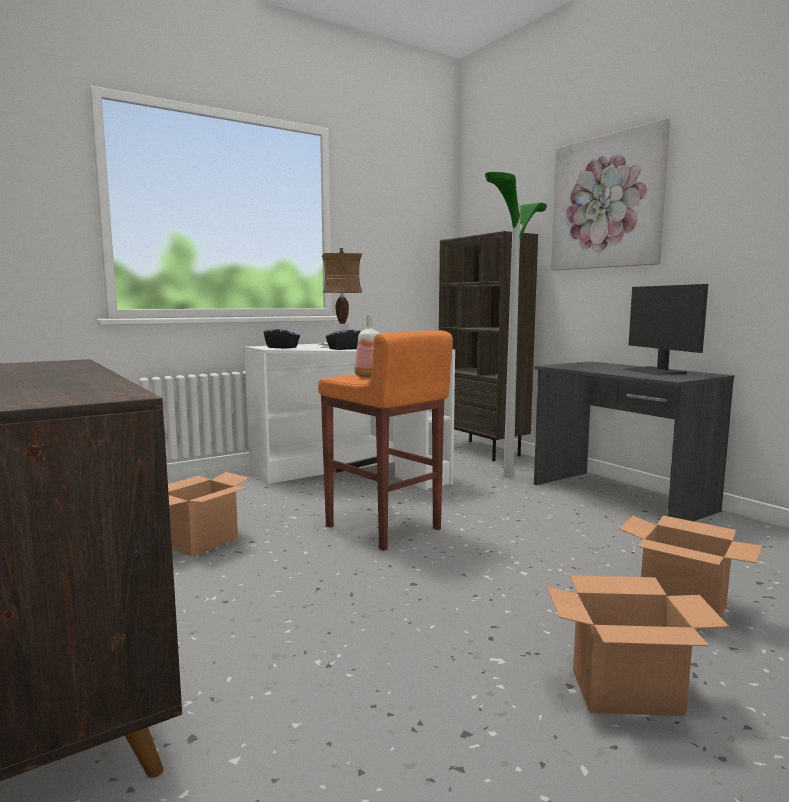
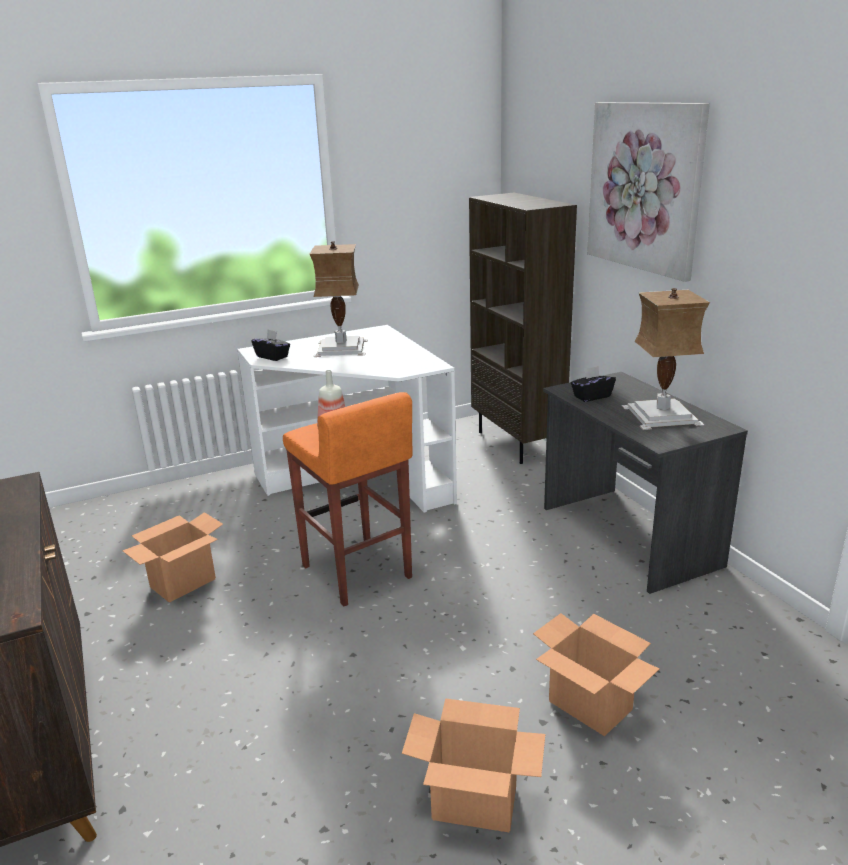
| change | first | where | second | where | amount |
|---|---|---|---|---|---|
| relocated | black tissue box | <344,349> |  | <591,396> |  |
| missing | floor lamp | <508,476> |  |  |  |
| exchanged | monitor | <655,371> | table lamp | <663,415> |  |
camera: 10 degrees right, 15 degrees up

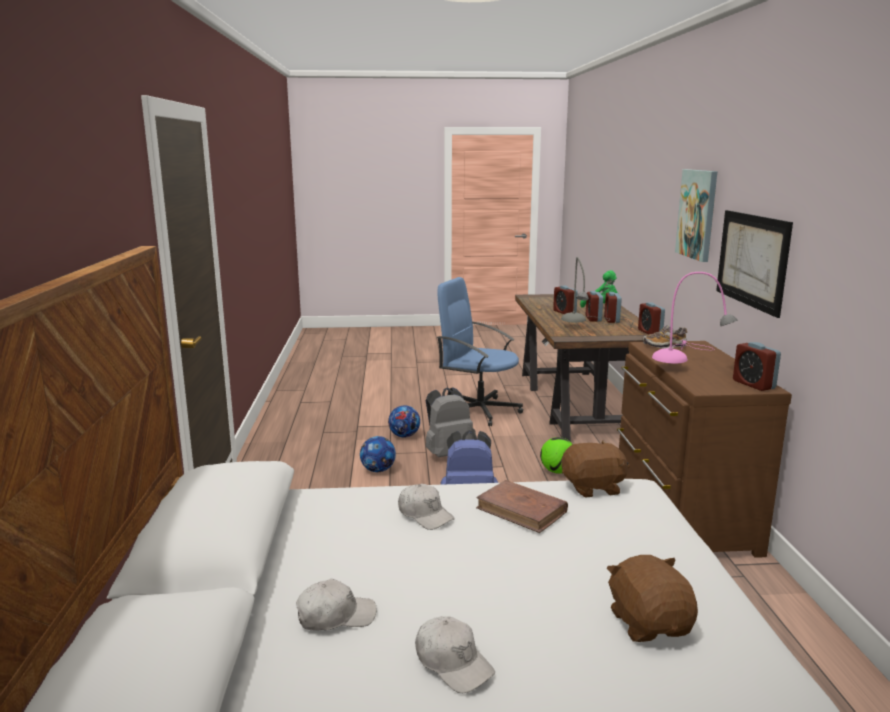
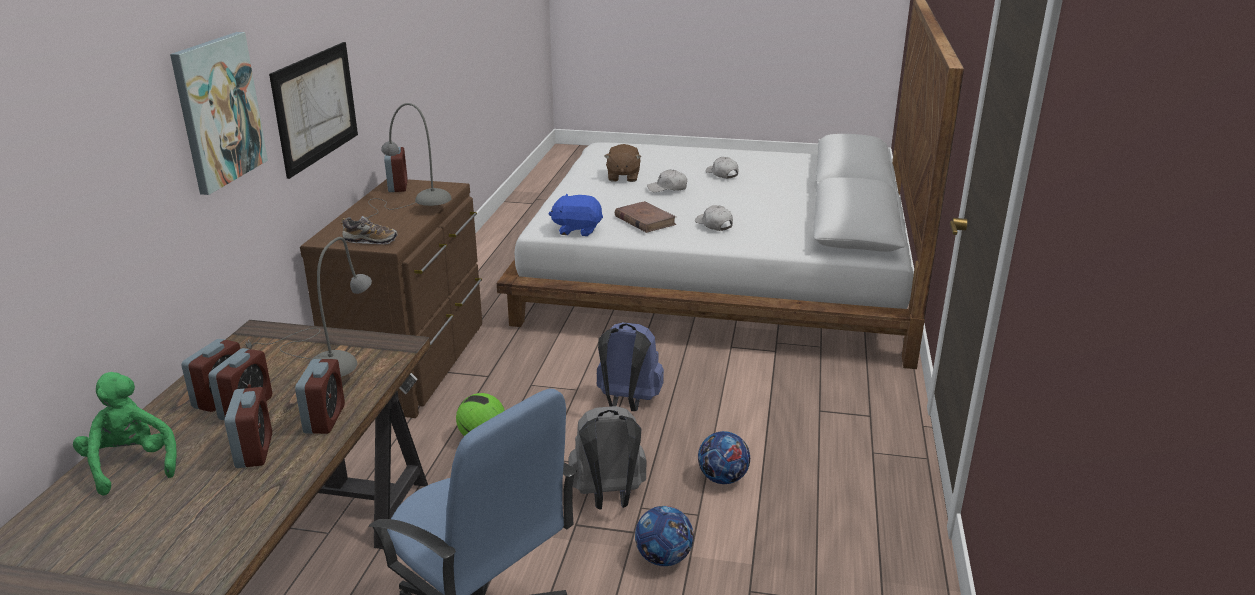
| change | first | where | second | where | amount |
|---|---|---|---|---|---|
| relocated | white cap | <335,616> |  | <667,188> |  |
| colour | brown plush toy | <593,488> | blue plush toy | <577,230> |  |
| relocated | alarm clock | <650,332> |  | <324,419> |  |
| colour | pink table lamp | <683,366> | grey table lamp | <412,211> |  |
camera: 165 degrees left, 10 degrees up

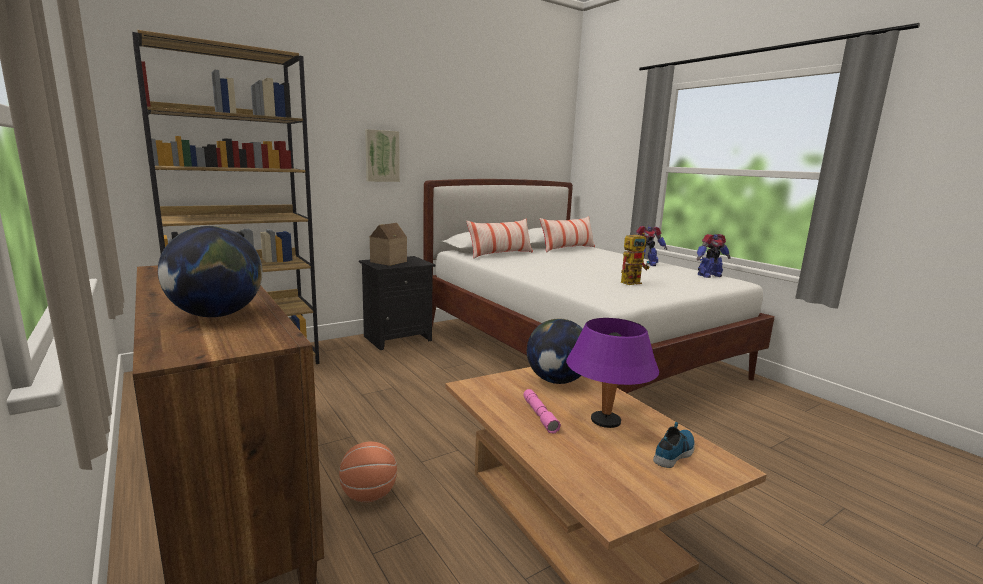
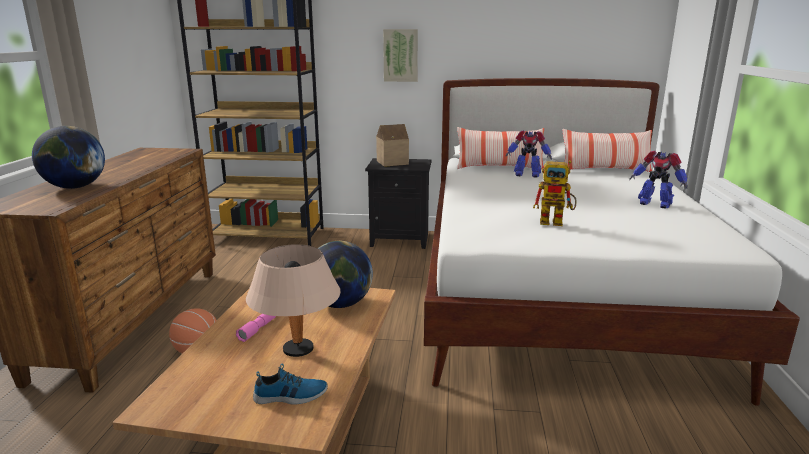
| change | first | where | second | where | amount |
|---|---|---|---|---|---|
| colour | purple table lamp | <606,421> | beige table lamp | <298,350> |  |
| relocated | toy robot | <708,275> |  | <526,175> |  |
camera: 40 degrees right, 5 degrees up

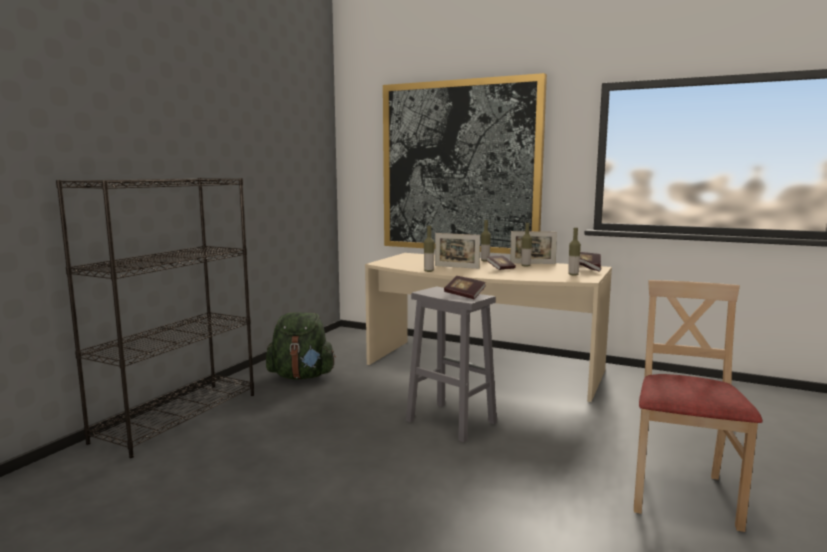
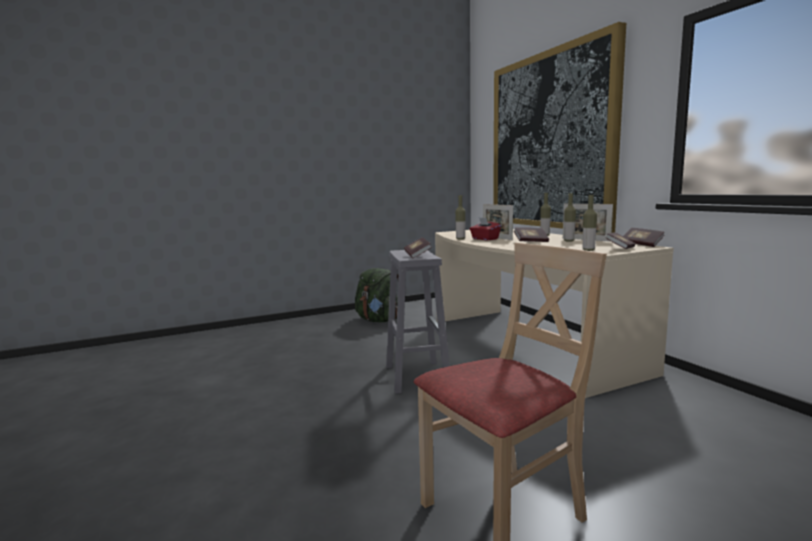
| change | first | where | second | where | amount |
|---|---|---|---|---|---|
| missing | black bookcase | <178,416> |  |  |  |
| appeared |  |  | red tissue box | <484,239> |  |
camera: 40 degrees right, 0 degrees up

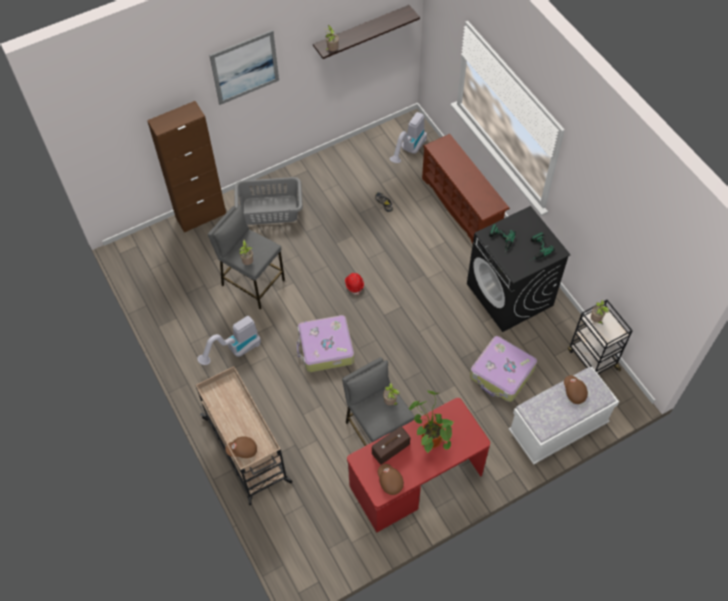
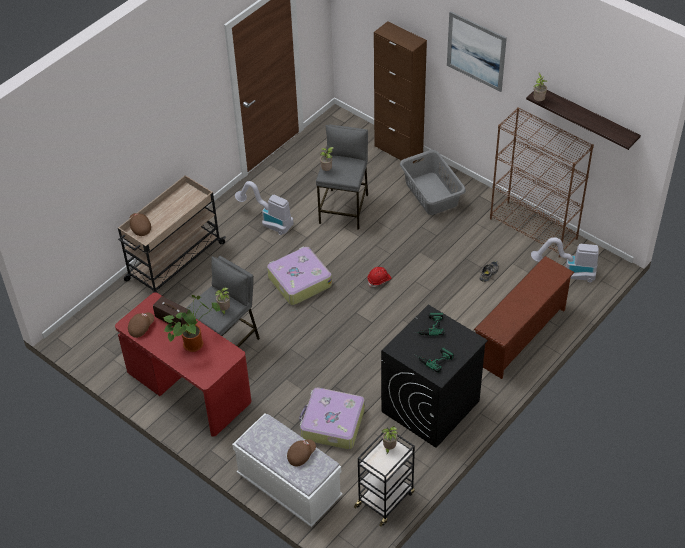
| change | first | where | second | where | amount |
|---|---|---|---|---|---|
| appeared |  |  | brown bookcase | <534,229> |  |
camera: 70 degrees right, 10 degrees down

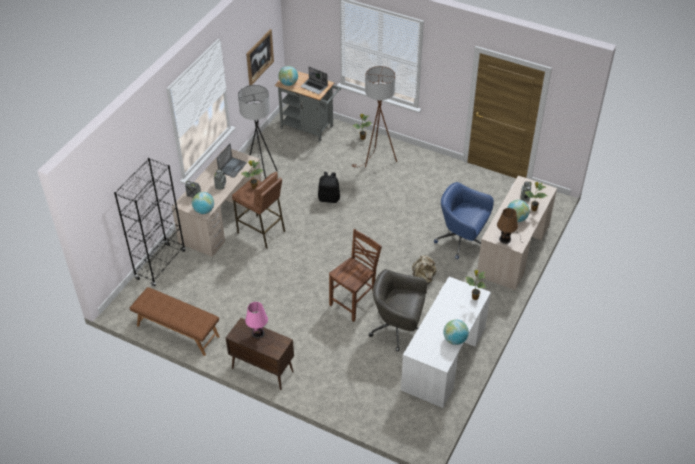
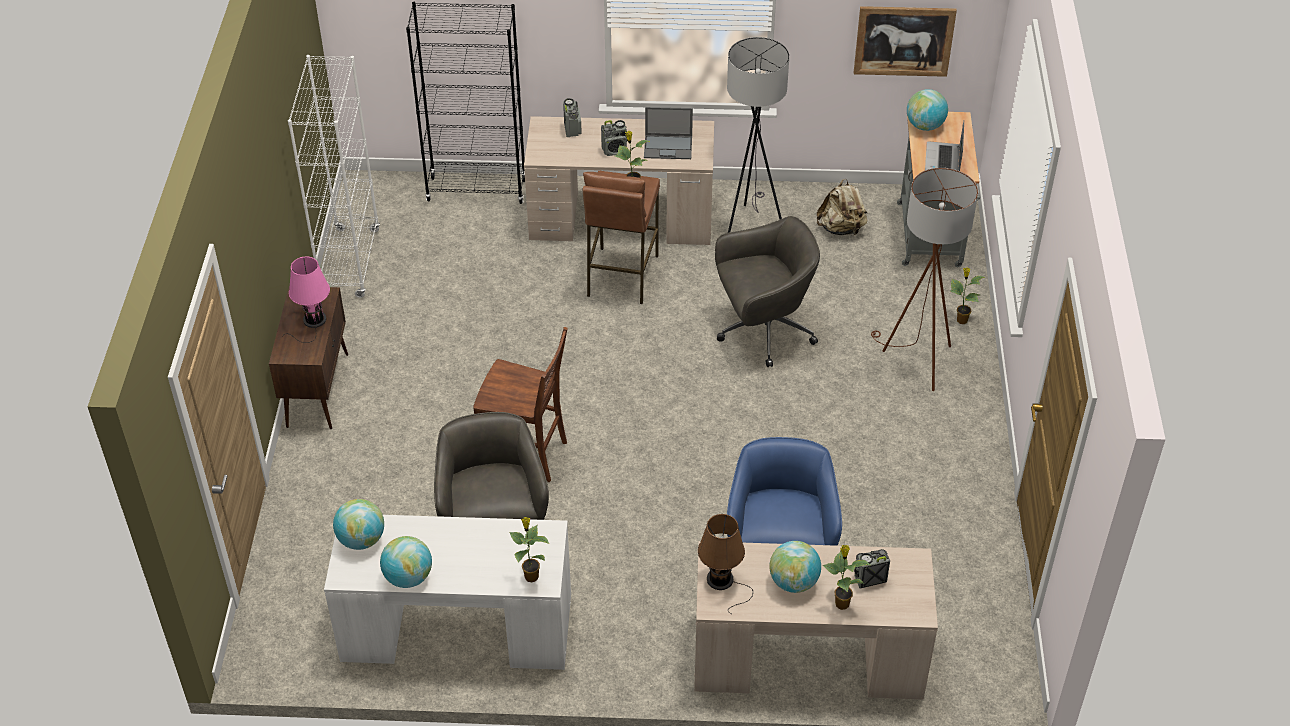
| change | first | where | second | where | amount |
|---|---|---|---|---|---|
| exchanged | brown bench | <177,331> | white bookcase | <350,263> |  |
| relocated | globe | <204,210> |  | <361,540> |  |
| exchanged | black backpack | <329,198> | grey office chair | <763,331> |  |
| relocated | beige backpack | <423,279> |  | <841,228> |  |
camera: 65 degrees right, 0 degrees up

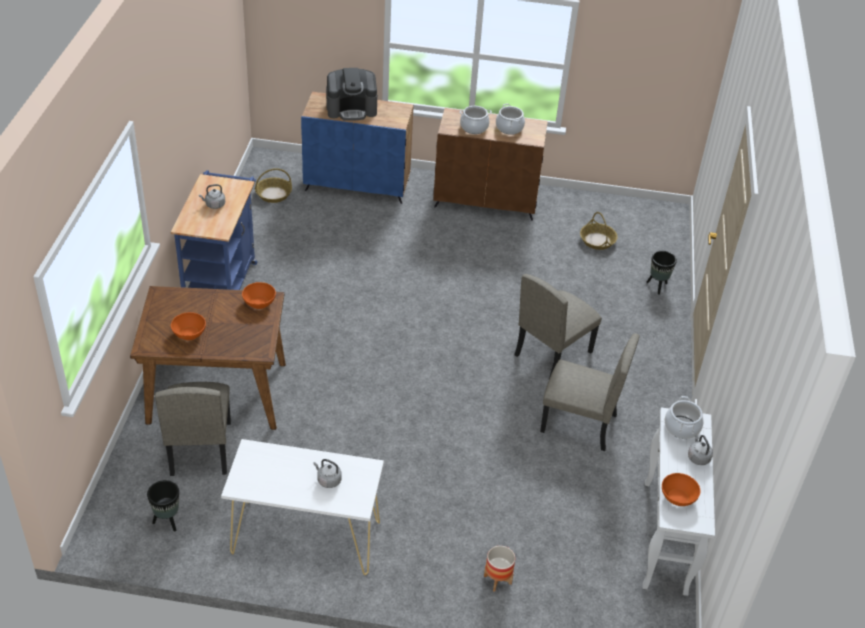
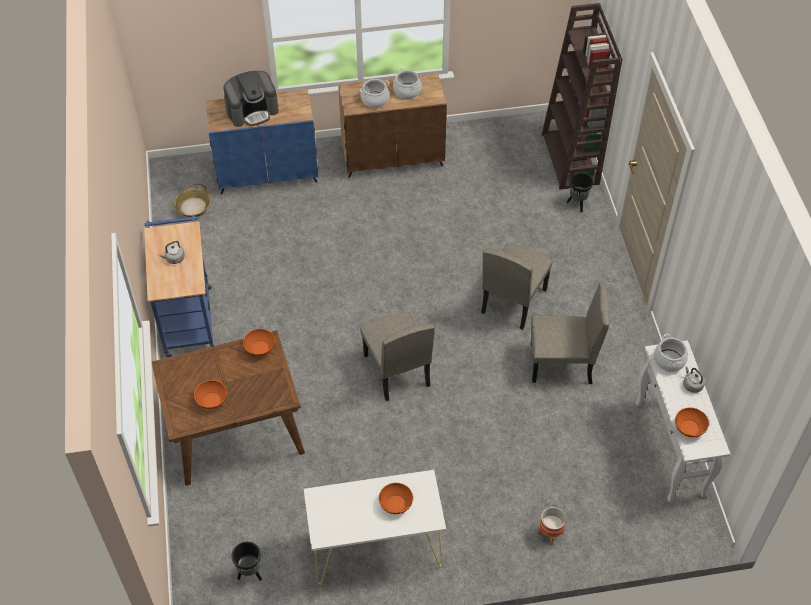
| change | first | where | second | where | amount |
|---|---|---|---|---|---|
| relocated | beige chair | <200,448> |  | <396,370> |  |
| exchanged | grey kettle | <328,480> | orange bowl | <395,504> |  |
| missing | basket | <597,240> |  |  |  |
| appeared |  |  | brown bookcase | <571,159> |  |
camera: 15 degrees left, 10 degrees up

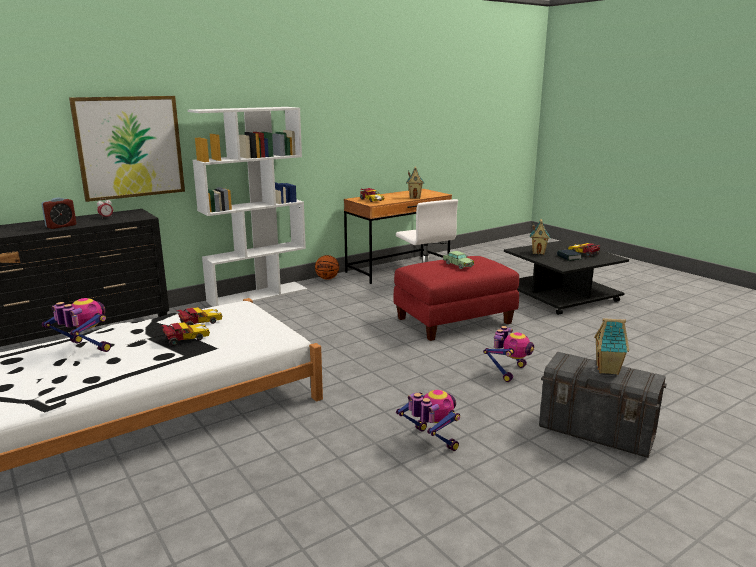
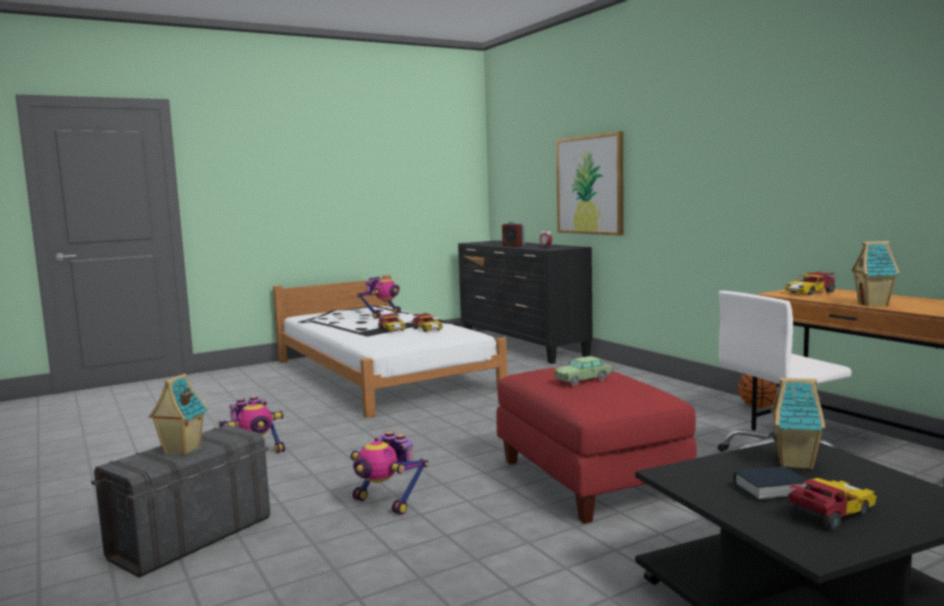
| change | first | where | second | where | amount |
|---|---|---|---|---|---|
| missing | white bookcase | <258,295> |  |  |  |
camera: 95 degrees right, 10 degrees down

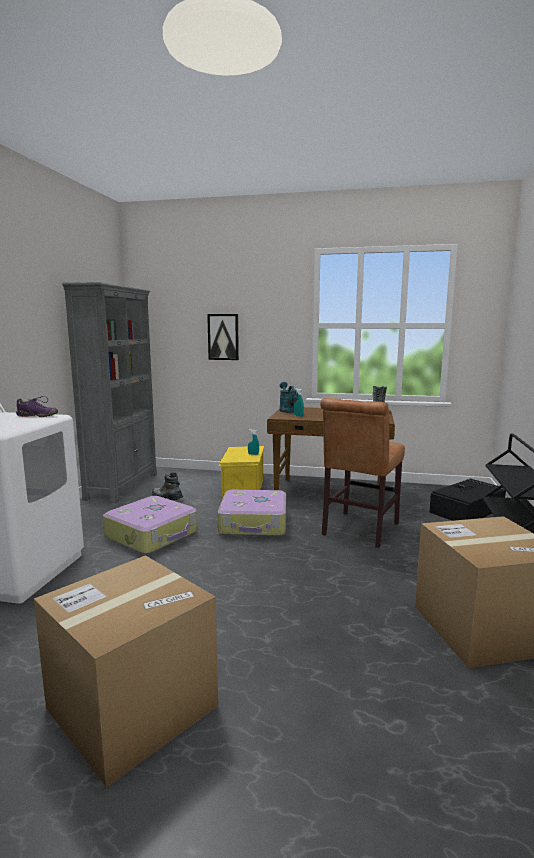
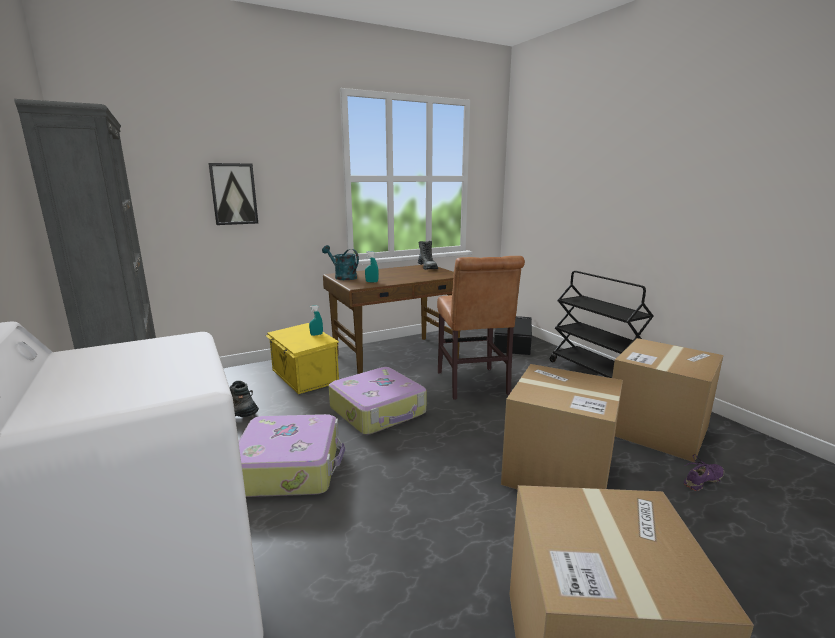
| change | first | where | second | where | amount |
|---|---|---|---|---|---|
| relocated | purple shoe | <37,416> |  | <703,481> |  |
| appeared |  |  | cardboard box | <558,471> |  |
camera: 40 degrees left, 5 degrees up

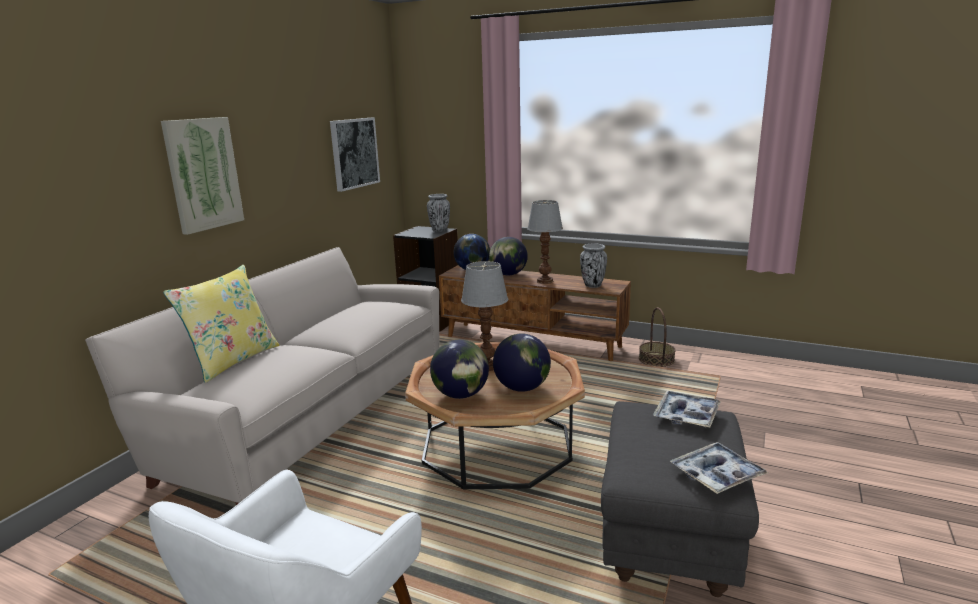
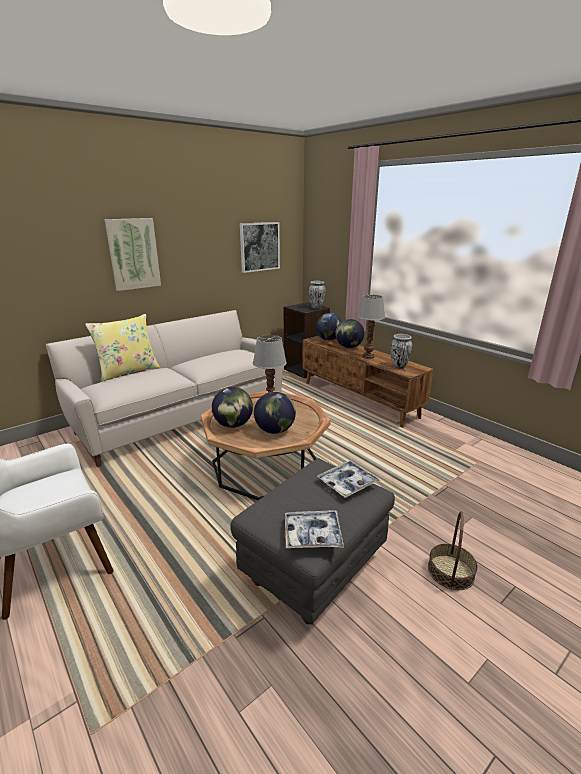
| change | first | where | second | where | amount |
|---|---|---|---|---|---|
| relocated | basket | <656,359> |  | <451,572> |  |
camera: 25 degrees right, 5 degrees up

